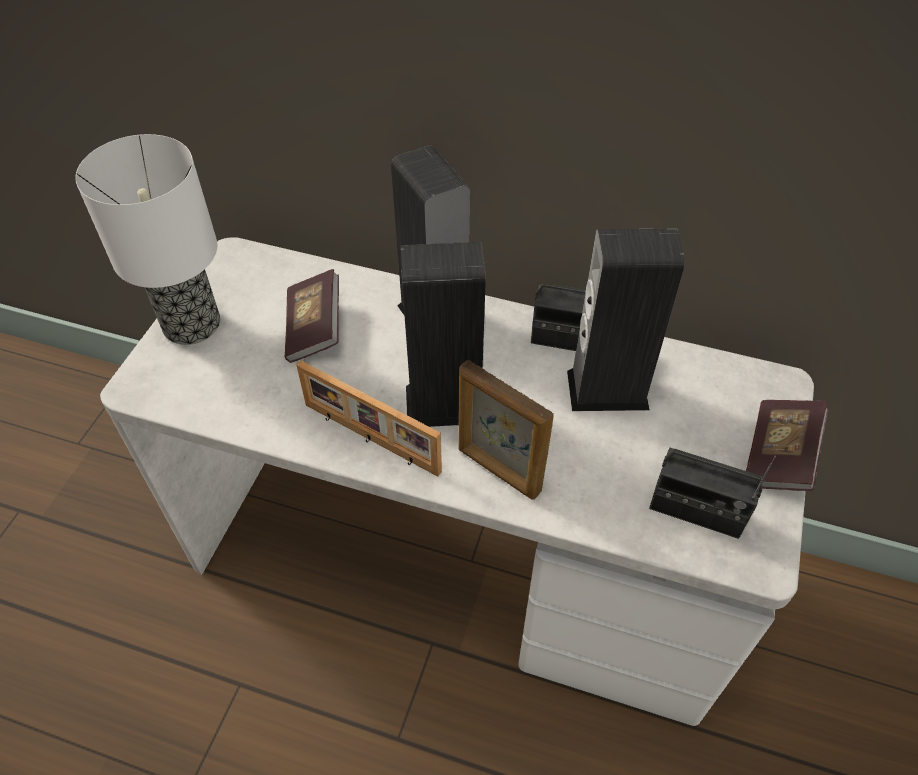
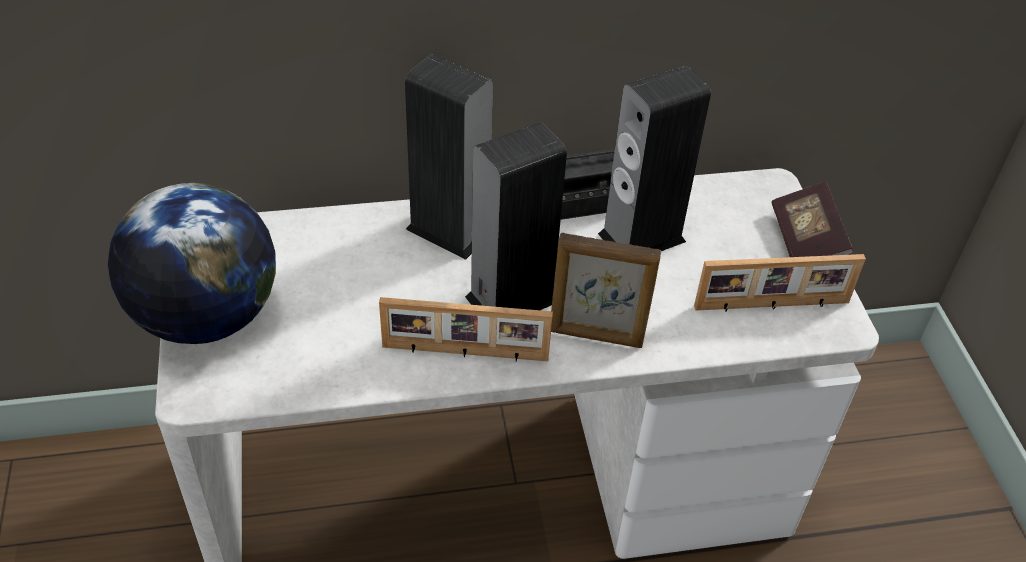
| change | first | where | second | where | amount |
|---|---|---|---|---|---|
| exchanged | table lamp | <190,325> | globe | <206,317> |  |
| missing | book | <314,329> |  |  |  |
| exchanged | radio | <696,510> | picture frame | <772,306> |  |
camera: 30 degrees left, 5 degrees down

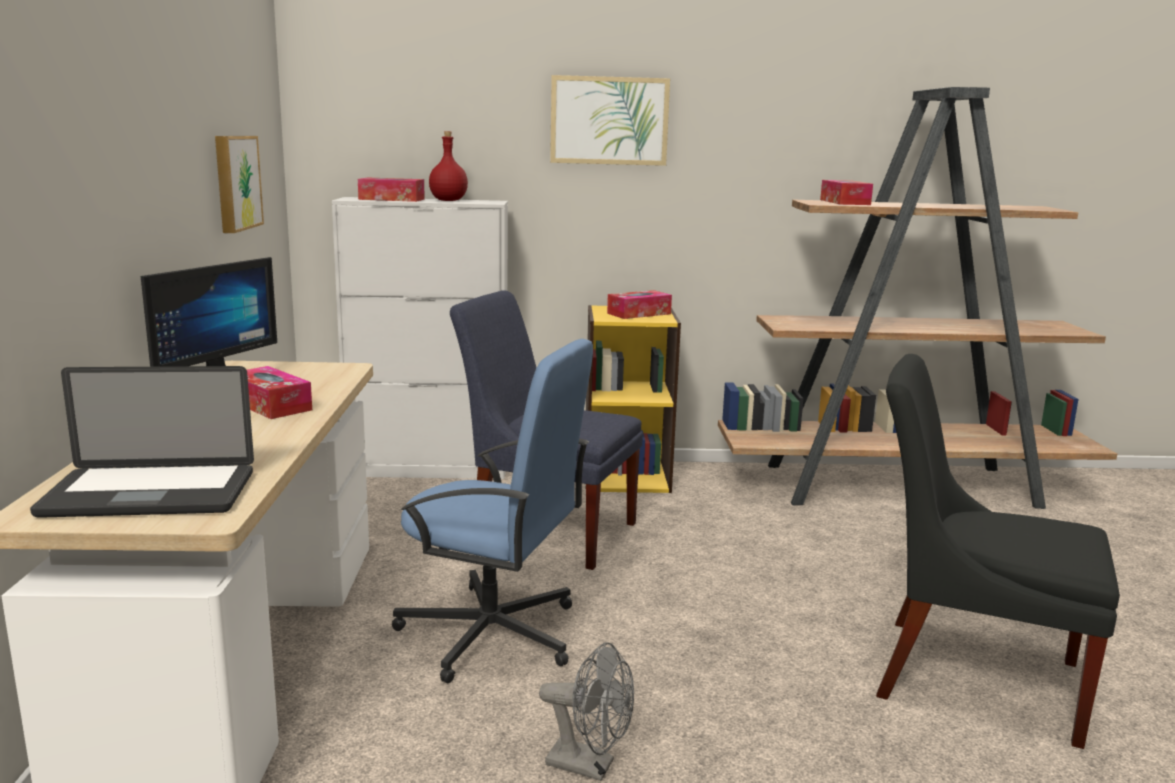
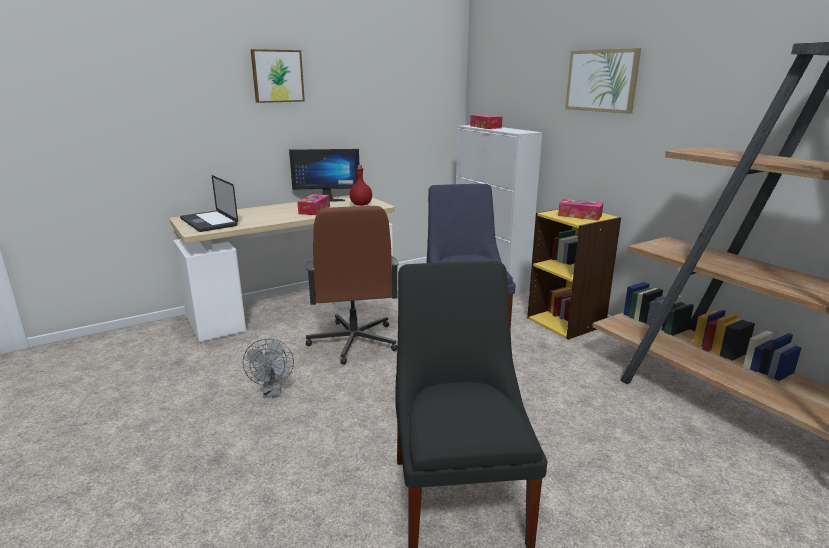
| change | first | where | second | where | amount |
|---|---|---|---|---|---|
| relocated | picture | <235,182> |  | <277,76> |  |
| colour | blue office chair | <492,634> | brown office chair | <353,342> |  |
| relocated | red bottle | <449,200> |  | <361,205> |  |
| missing | tissue box | <844,202> |  |  |  |
camera: 60 degrees right, 5 degrees up

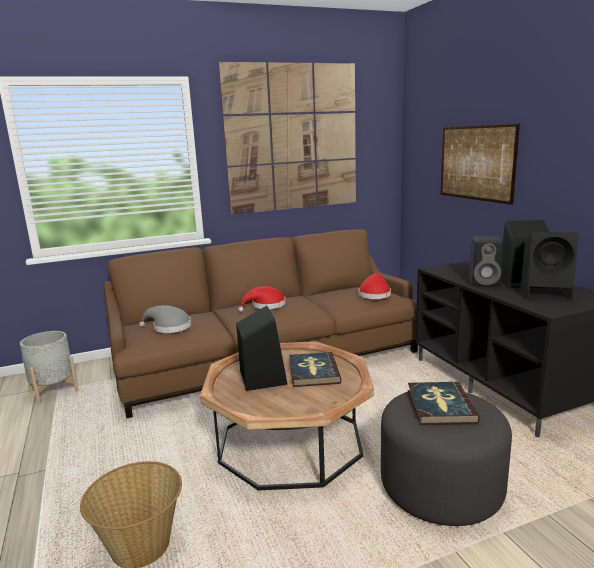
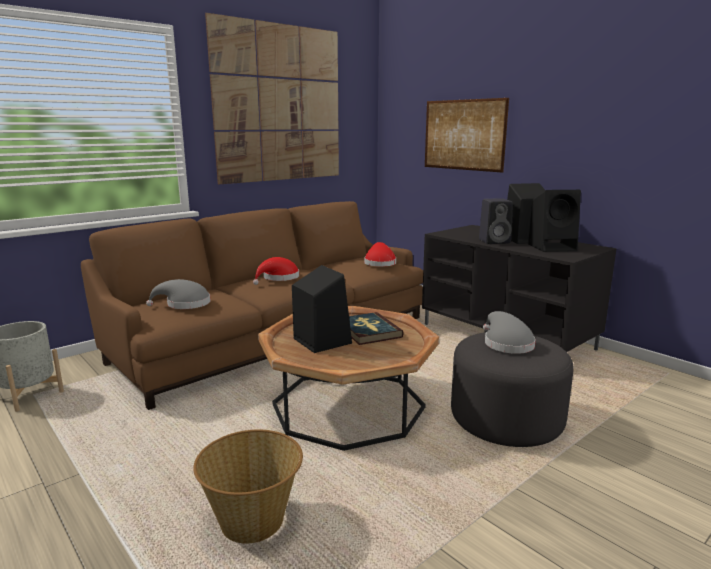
| change | first | where | second | where | amount |
|---|---|---|---|---|---|
| exchanged | book | <440,406> | grey hat | <506,343> |  |
camera: 20 degrees left, 0 degrees up

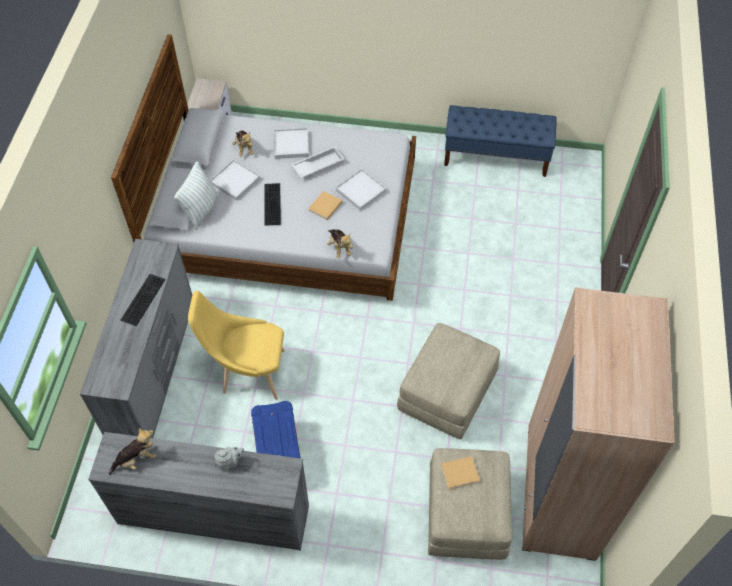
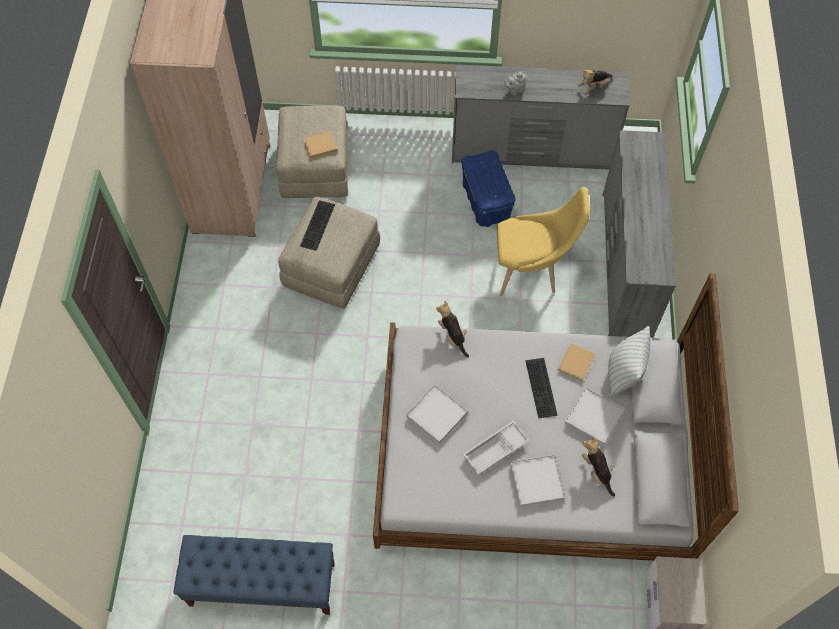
| change | first | where | second | where | amount |
|---|---|---|---|---|---|
| relocated | keyboard | <142,298> |  | <318,226> |  |
| relocated | beige book | <324,207> |  | <576,362> |  |
camera: 175 degrees right, 5 degrees up

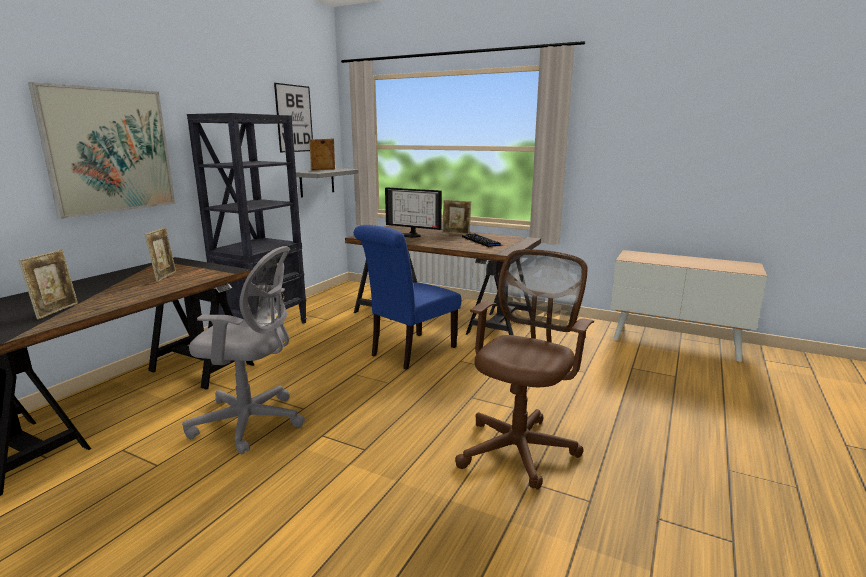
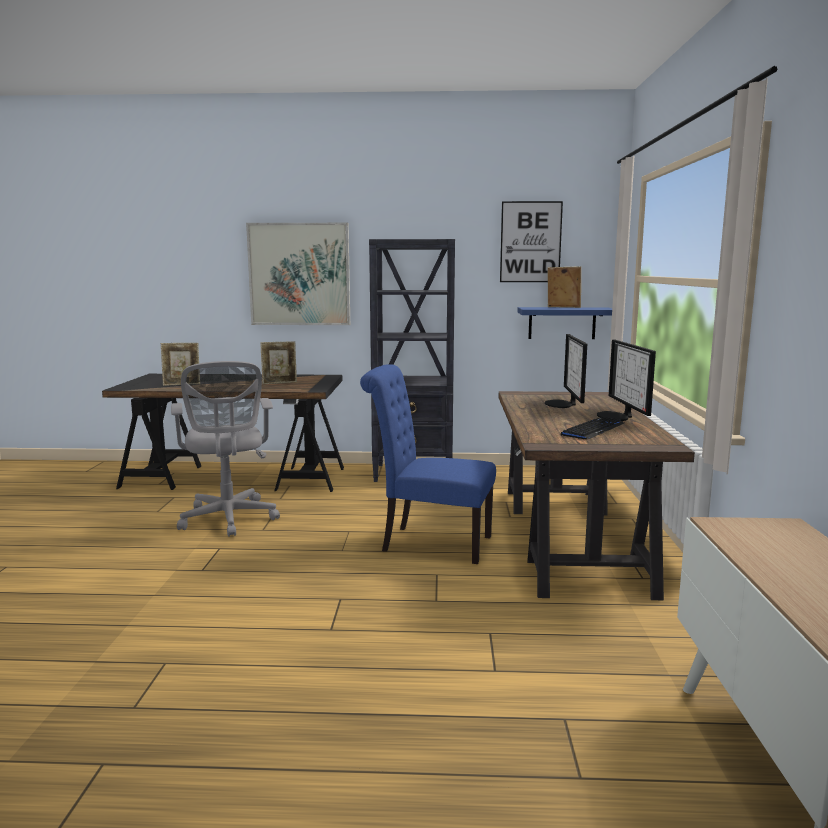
| change | first | where | second | where | amount |
|---|---|---|---|---|---|
| colour | grey shelf | <317,182> | blue shelf | <562,323> |  |
| exchanged | picture frame | <456,233> | monitor | <617,416> |  |
| missing | brown office chair | <520,447> |  |  |  |
camera: 65 degrees right, 5 degrees down

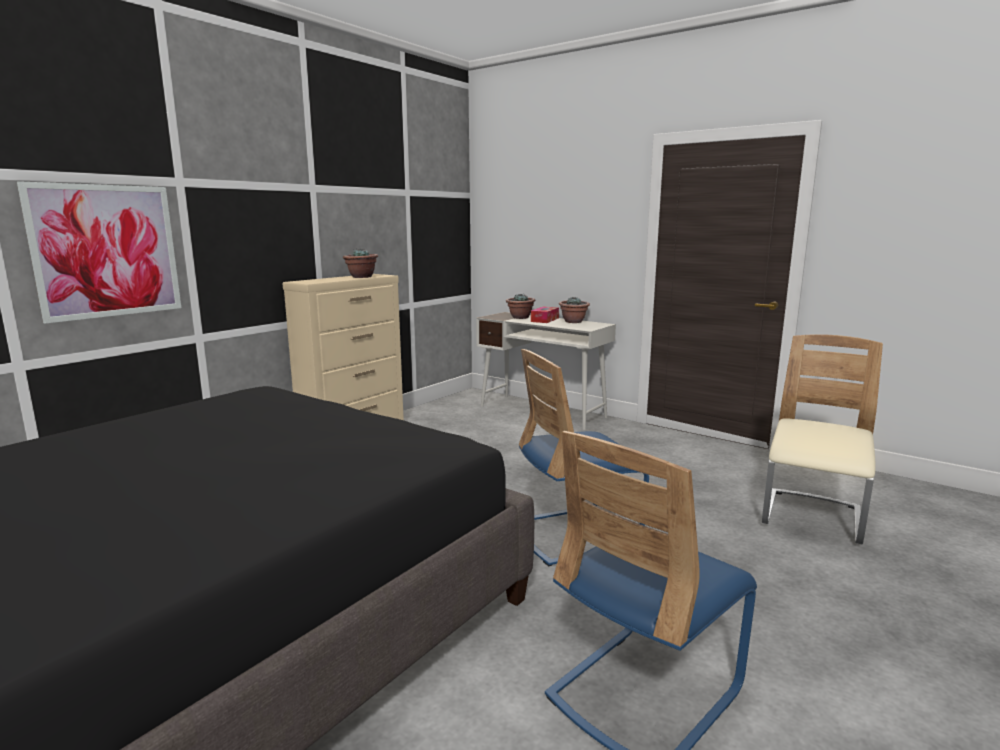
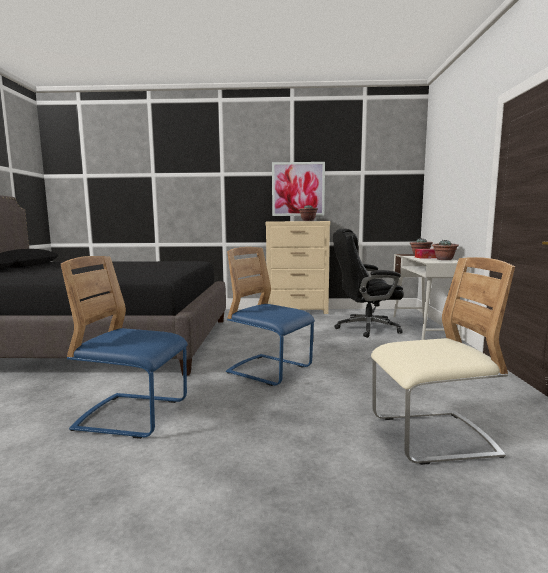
| change | first | where | second | where | amount |
|---|---|---|---|---|---|
| relocated | picture | <106,251> |  | <298,189> |  |
| appeared |  |  | black office chair | <366,328> |  |
camera: 55 degrees right, 5 degrees down

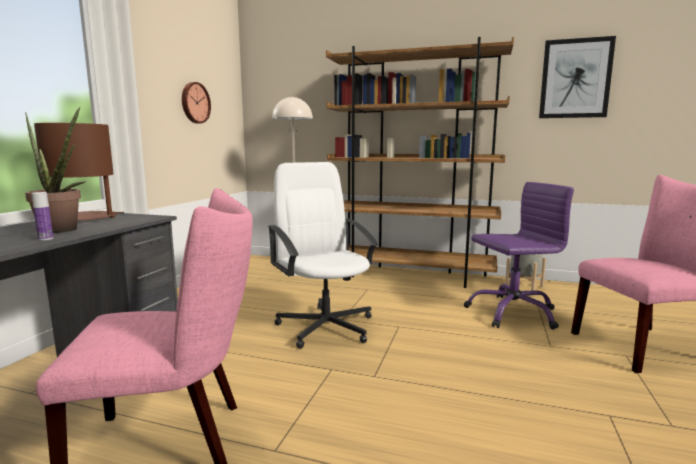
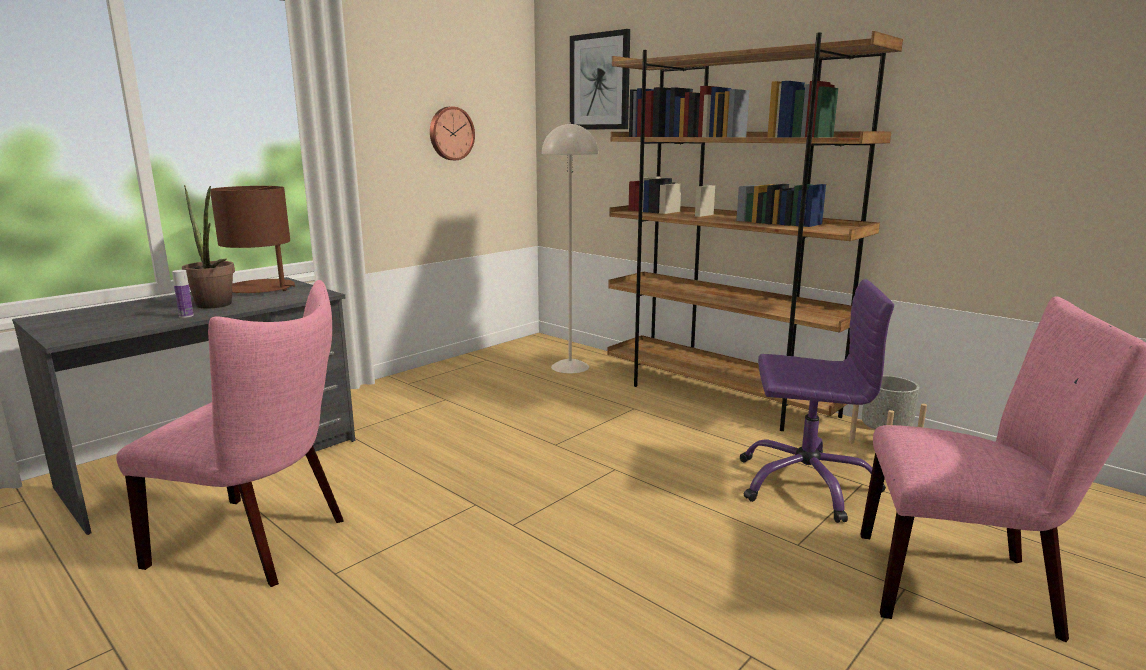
| change | first | where | second | where | amount |
|---|---|---|---|---|---|
| missing | white office chair | <326,326> |  |  |  |
| relocated | picture | <575,79> |  | <600,82> |  |
camera: 25 degrees right, 5 degrees up

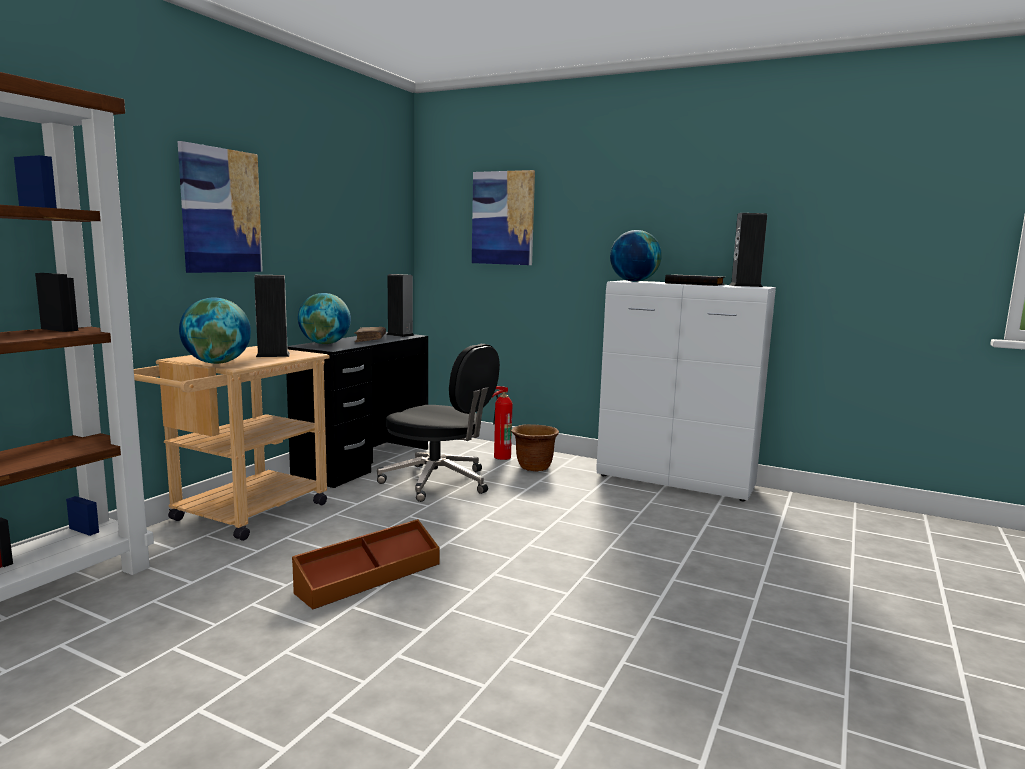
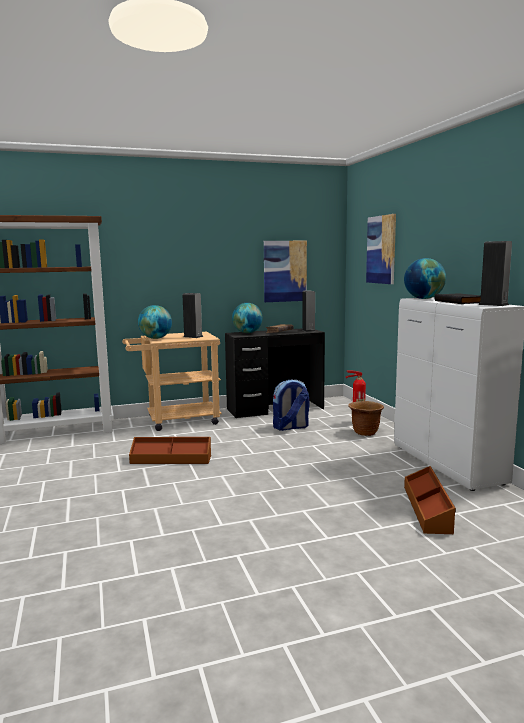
| change | first | where | second | where | amount |
|---|---|---|---|---|---|
| relocated | picture | <221,211> |  | <285,271> |  |
| exchanged | black office chair | <439,482> | backpack | <290,427> |  |
| appeared |  |  | brown storage box | <428,508> |  |
camera: 45 degrees right, 0 degrees up

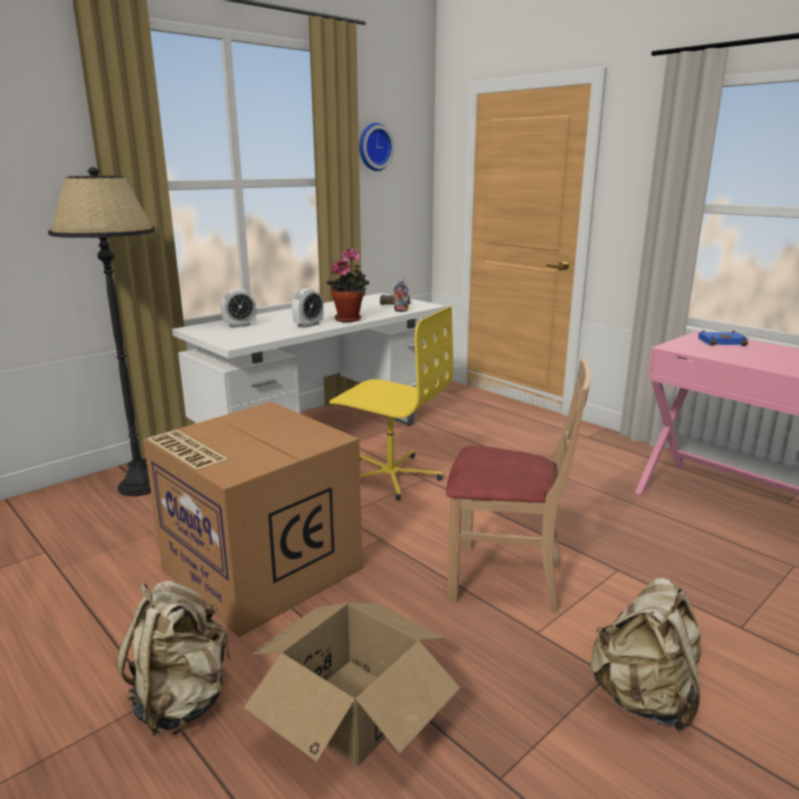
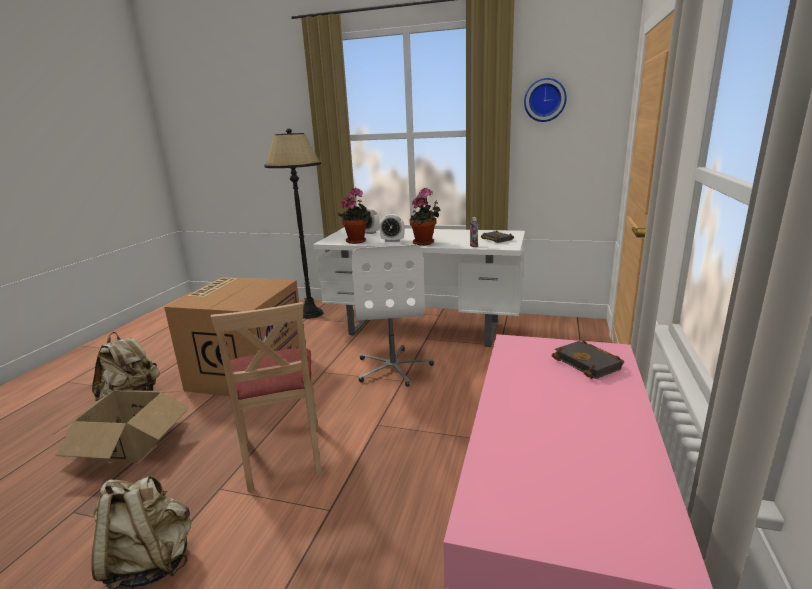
| change | first | where | second | where | amount |
|---|---|---|---|---|---|
| colour | yellow office chair | <390,475> | white office chair | <393,367> |  |
| colour | blue book | <722,342> | black book | <589,364> |  |
| appeared |  |  | potted plant | <357,241> |  |
camera: 60 degrees right, 0 degrees up

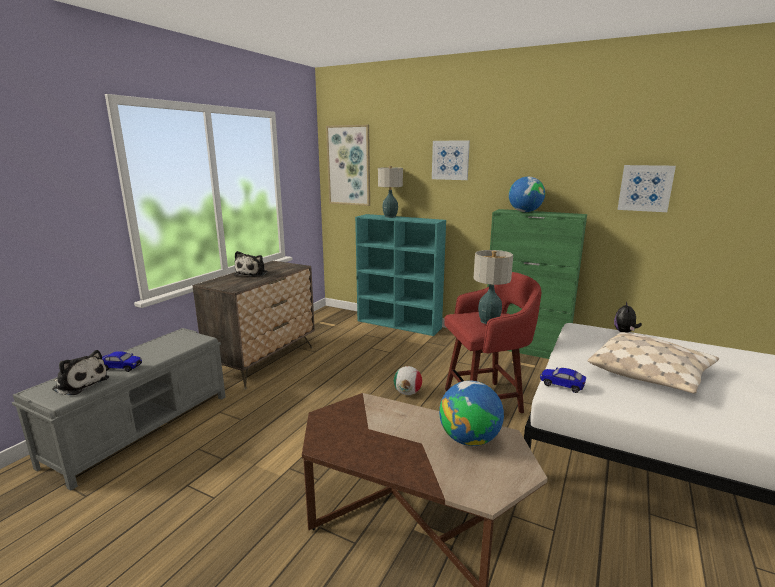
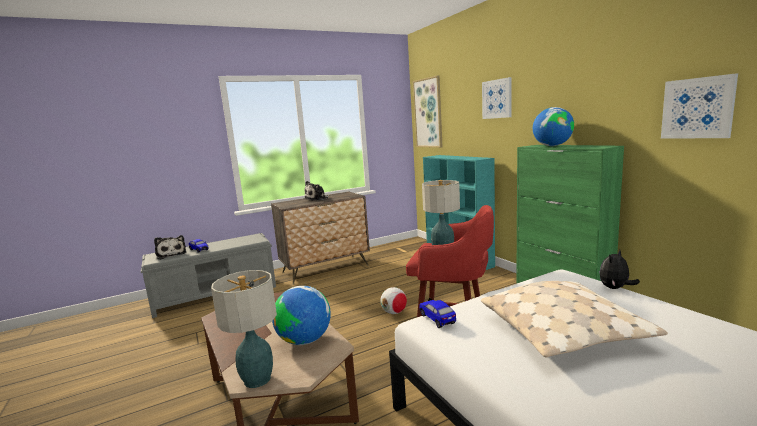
| change | first | where | second | where | amount |
|---|---|---|---|---|---|
| relocated | table lamp | <390,216> |  | <257,379> |  |
camera: 35 degrees right, 5 degrees down

